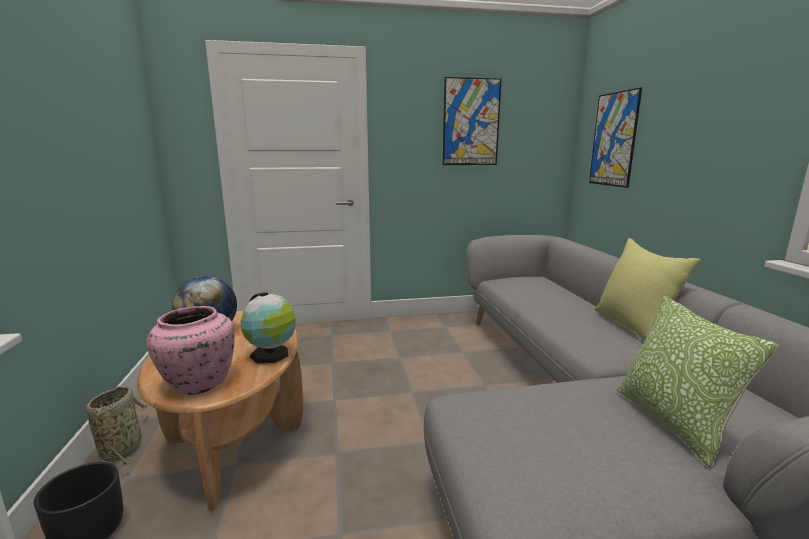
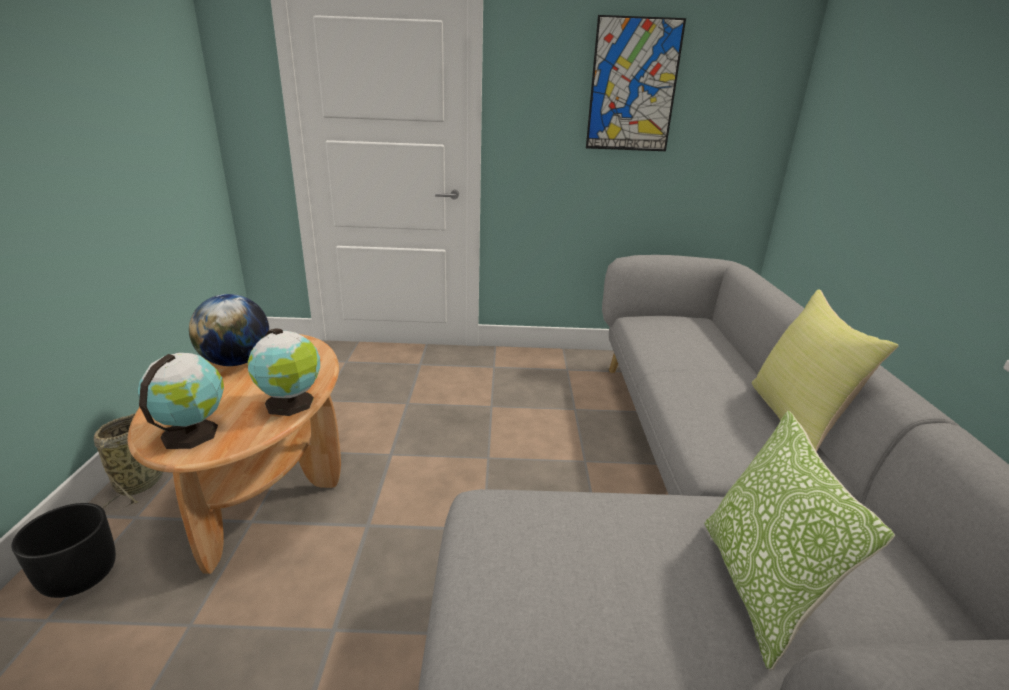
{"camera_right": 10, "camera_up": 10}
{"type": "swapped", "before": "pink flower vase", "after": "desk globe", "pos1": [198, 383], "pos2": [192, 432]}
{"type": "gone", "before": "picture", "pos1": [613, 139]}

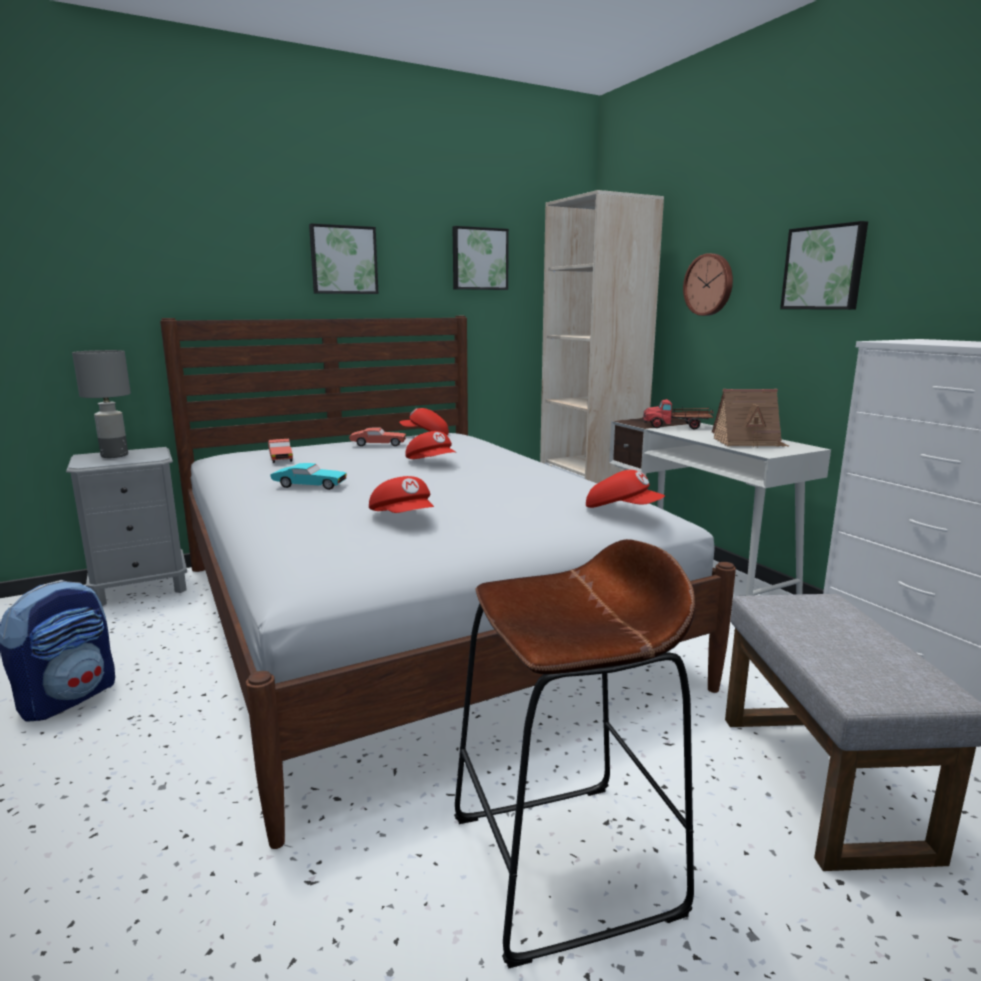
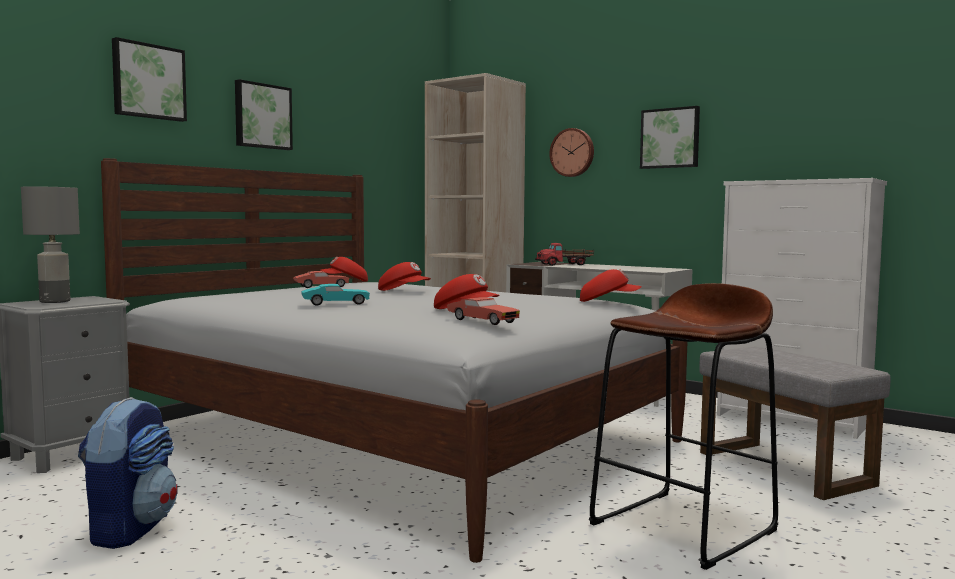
{"camera_right": -25, "camera_up": -10}
{"type": "shifted", "before": "red-coloured miniature car", "pos1": [280, 458], "pos2": [482, 321]}
{"type": "shifted", "before": "picture", "pos1": [479, 259], "pos2": [148, 81]}
{"type": "gone", "before": "toy house", "pos1": [748, 442]}

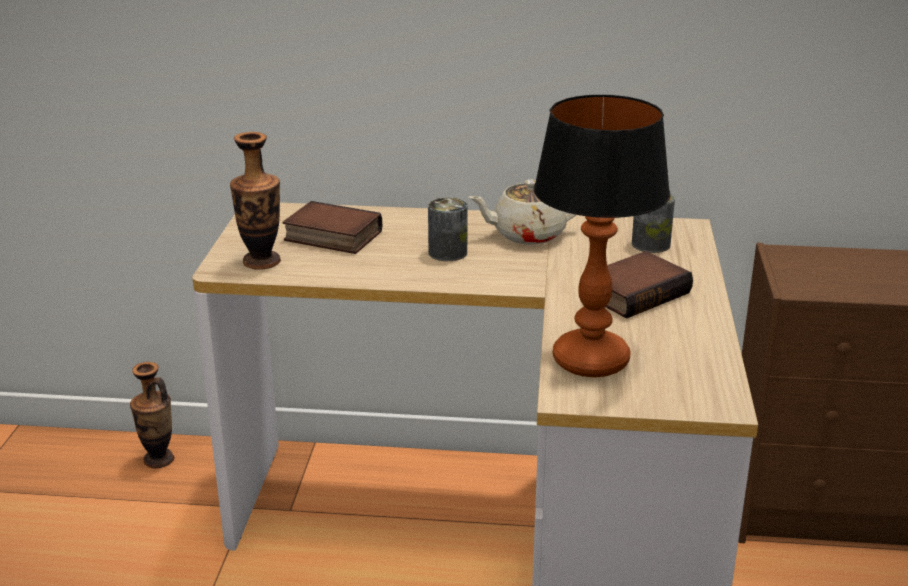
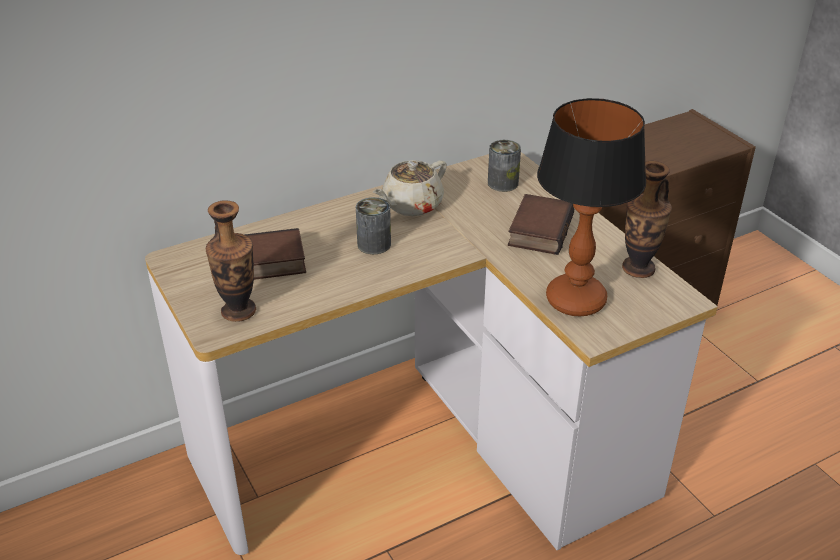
{"camera_right": -35, "camera_up": 10}
{"type": "shifted", "before": "flower vase", "pos1": [158, 459], "pos2": [638, 268]}

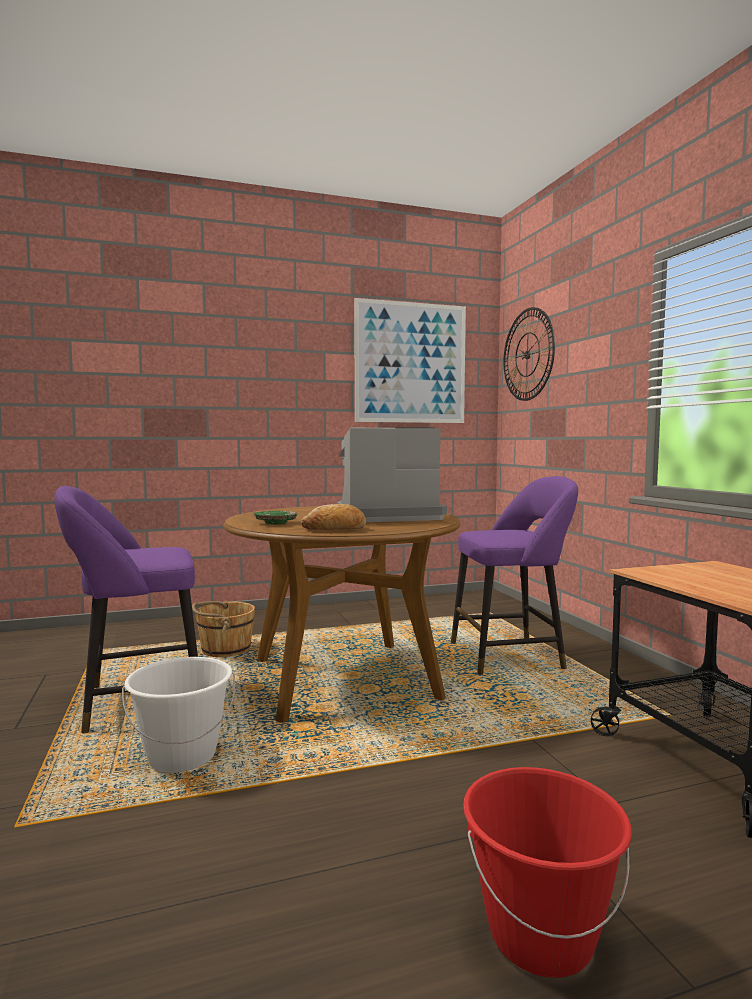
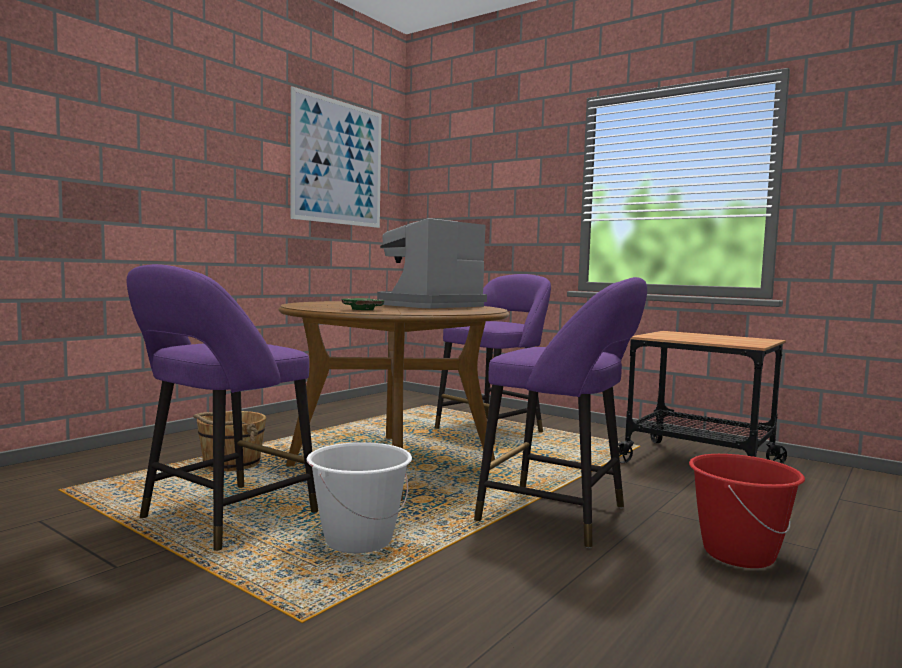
{"camera_right": -35, "camera_up": 0}
{"type": "gone", "before": "baked bread", "pos1": [335, 529]}
{"type": "gone", "before": "hanging clock", "pos1": [527, 354]}
{"type": "new", "after": "purplish stool", "pos2": [561, 516]}

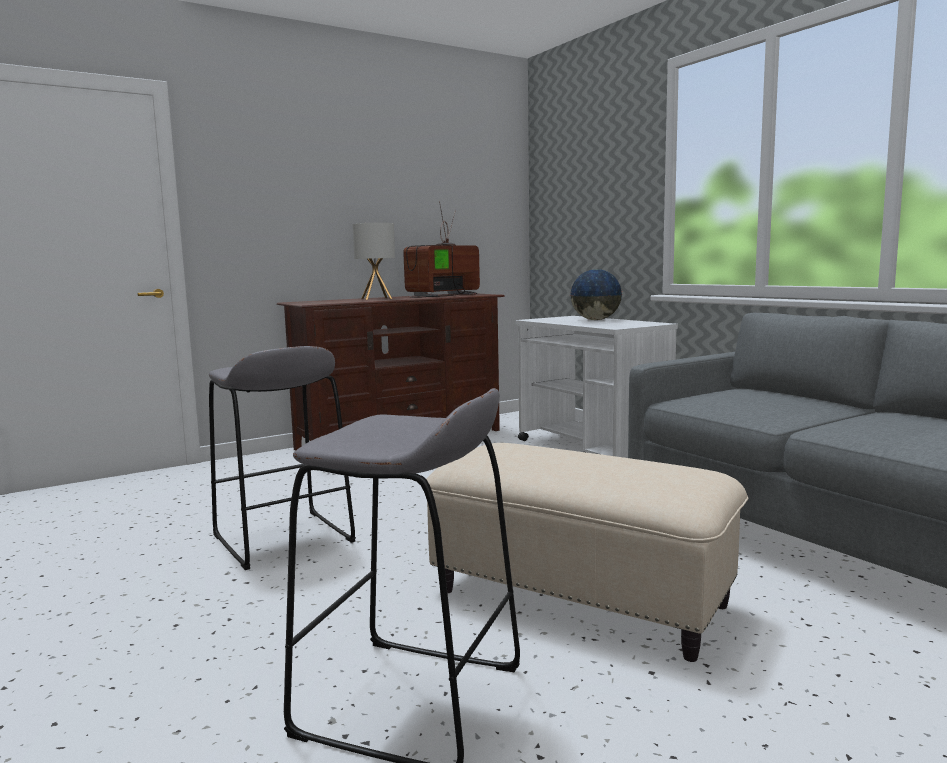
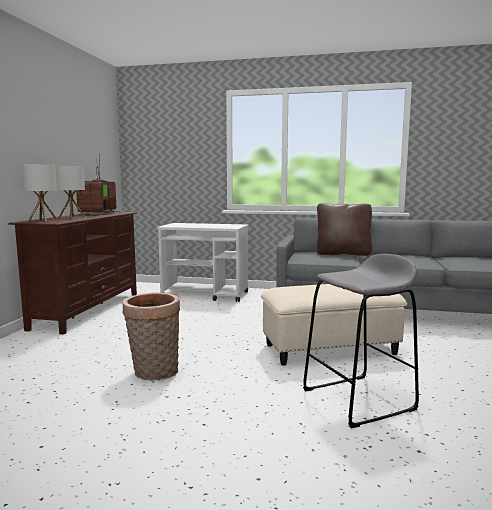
{"camera_right": -45, "camera_up": 0}
{"type": "swapped", "before": "gray stool", "after": "storage basket", "pos1": [282, 539], "pos2": [154, 373]}
{"type": "gone", "before": "desk globe", "pos1": [595, 320]}
{"type": "new", "after": "lamp for a table", "pos2": [42, 220]}
{"type": "new", "after": "brownish throw pillow", "pos2": [343, 254]}

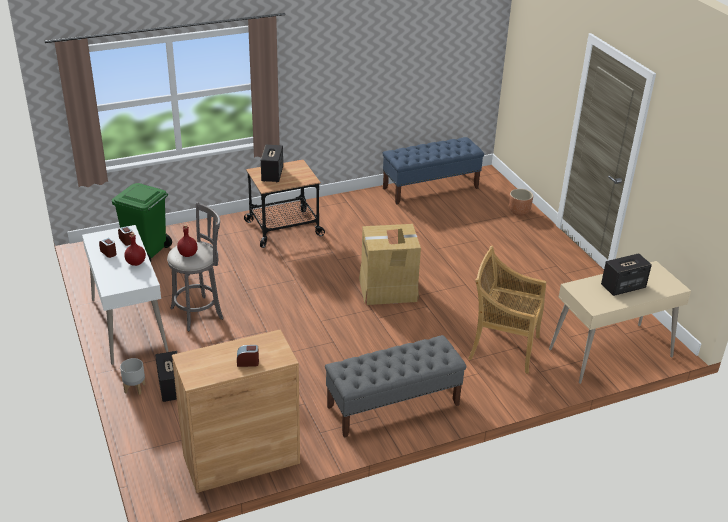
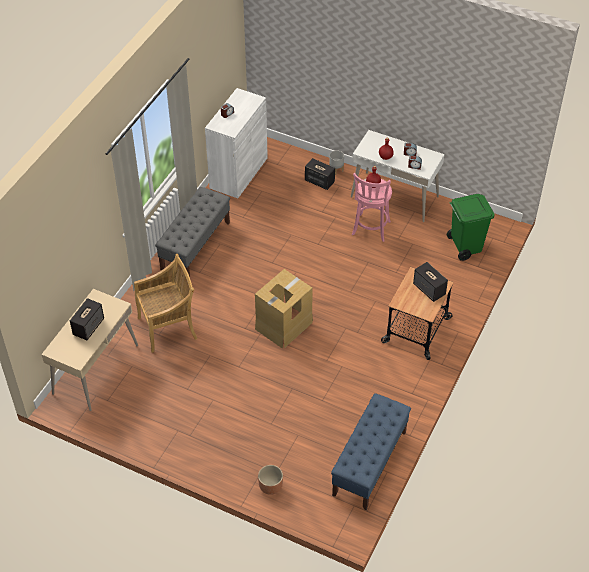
{"camera_right": 140, "camera_up": 15}
{"type": "repainted", "before": "gray stool", "after": "pink stool", "pos1": [199, 312], "pos2": [370, 230]}
{"type": "repainted", "before": "brownish cabinet", "after": "white-coloured cabinet", "pos1": [241, 459], "pos2": [238, 173]}

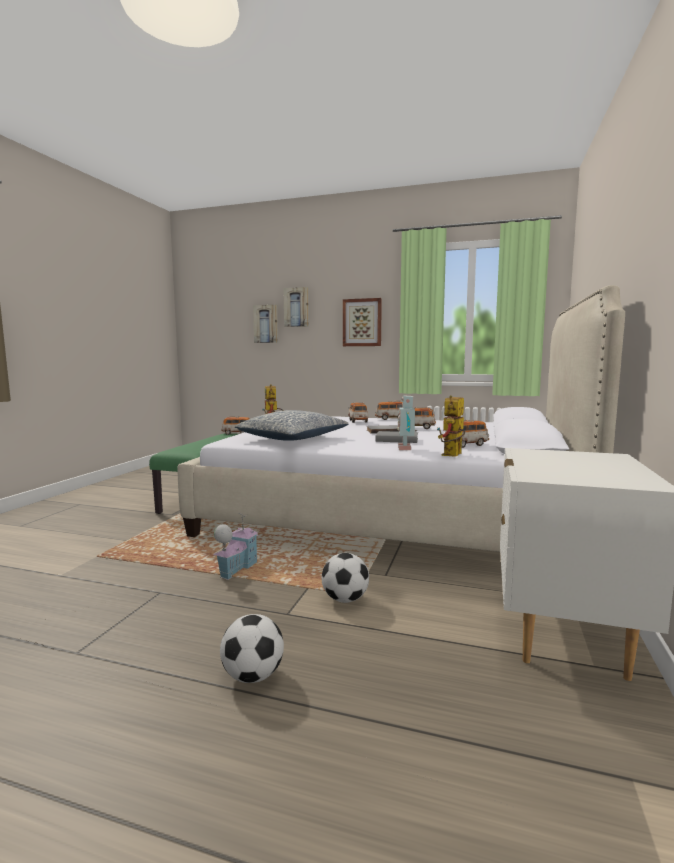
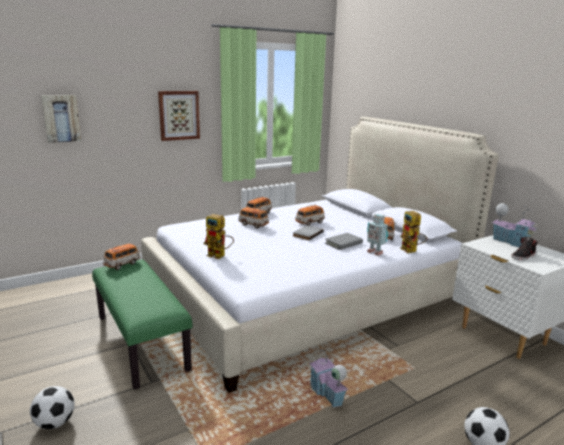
{"camera_right": -50, "camera_up": 10}
{"type": "gone", "before": "throw pillow", "pos1": [293, 439]}
{"type": "gone", "before": "picture", "pos1": [296, 307]}
{"type": "shifted", "before": "football", "pos1": [345, 599], "pos2": [55, 423]}
{"type": "new", "after": "toy house", "pos2": [511, 242]}
{"type": "new", "after": "blackish low shoe", "pos2": [523, 256]}

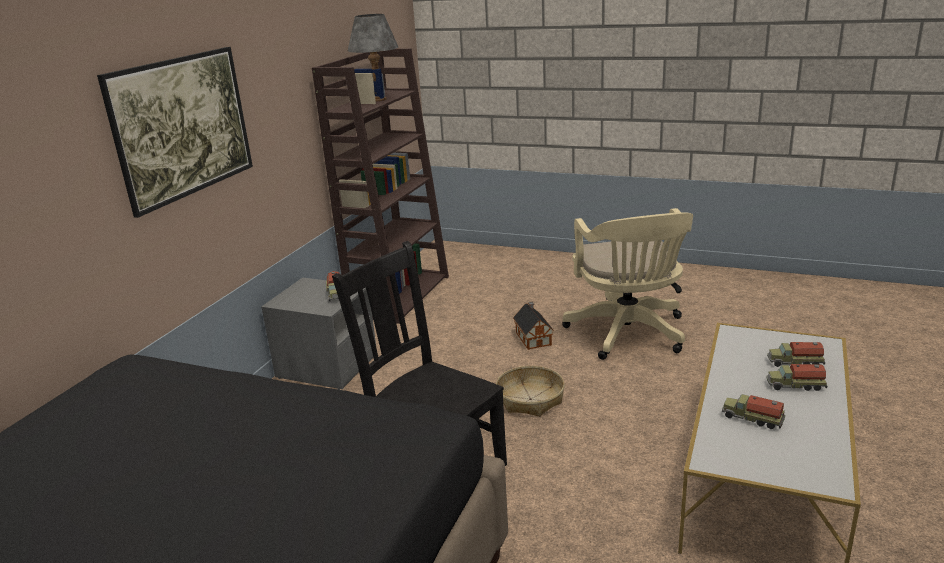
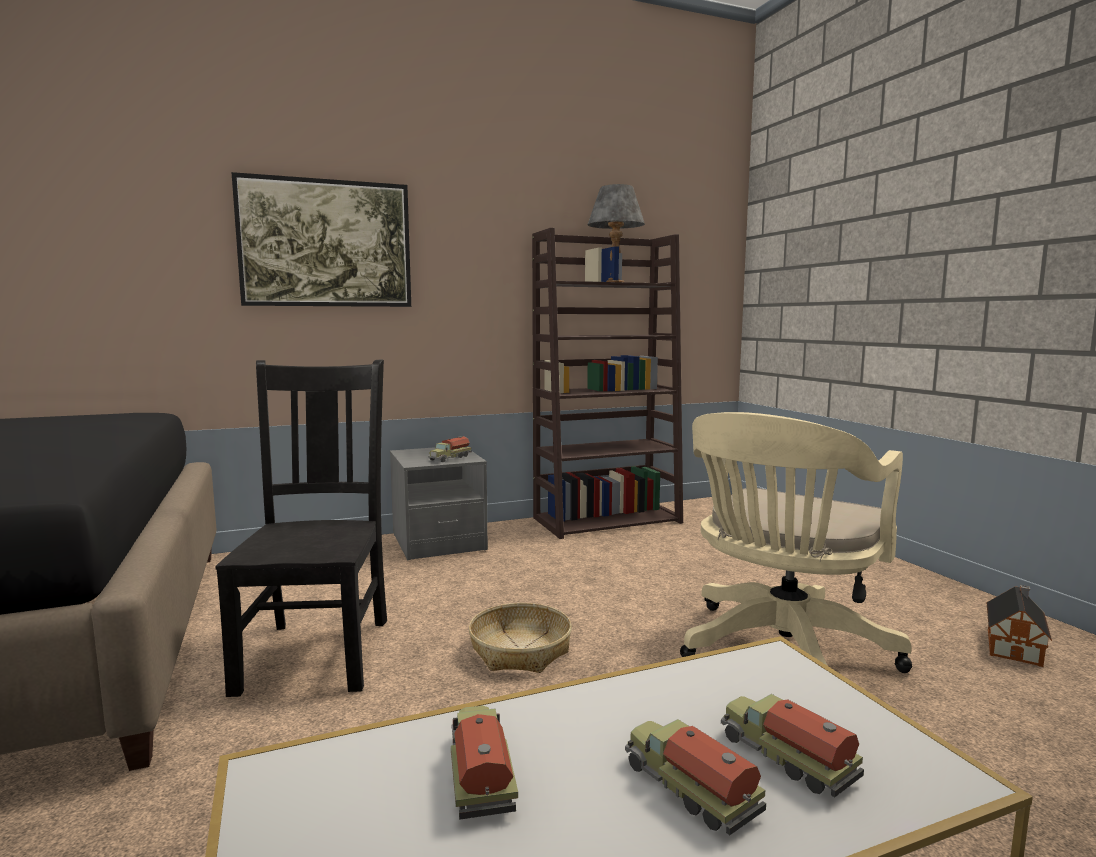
{"camera_right": 45, "camera_up": -15}
{"type": "shifted", "before": "toy house", "pos1": [533, 338], "pos2": [1014, 646]}

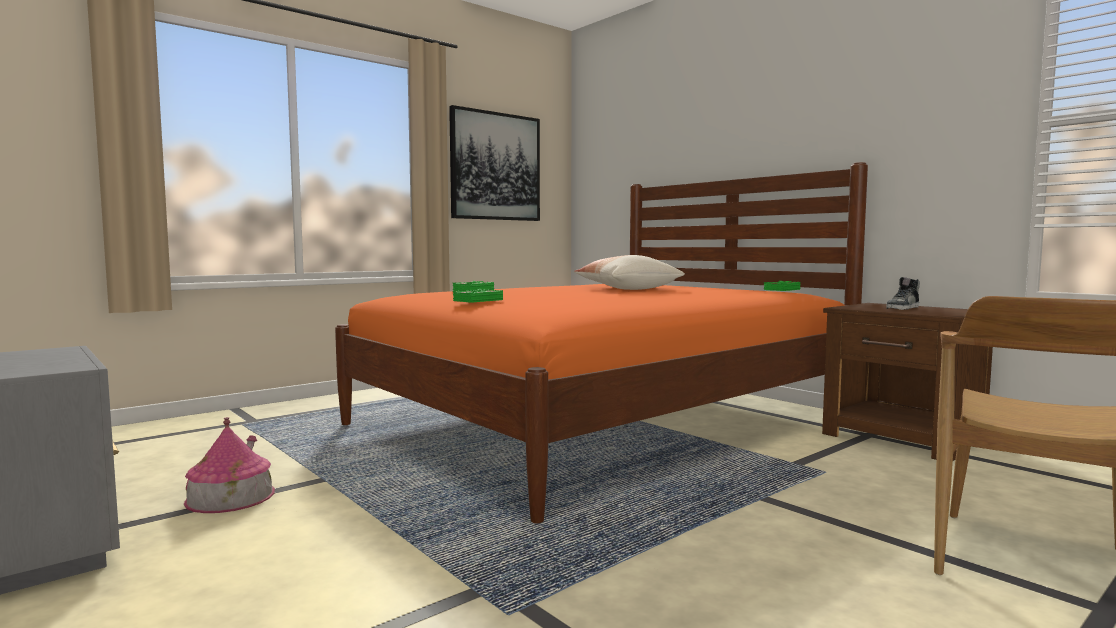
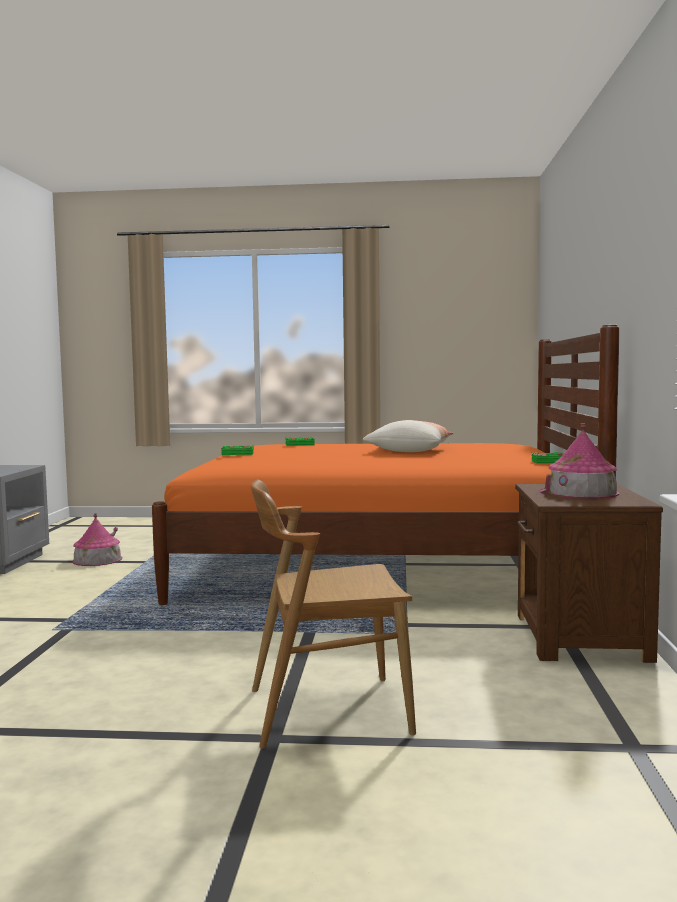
{"camera_right": 45, "camera_up": 0}
{"type": "gone", "before": "picture", "pos1": [495, 166]}
{"type": "swapped", "before": "low shoe", "after": "toy house", "pos1": [902, 308], "pos2": [581, 492]}

